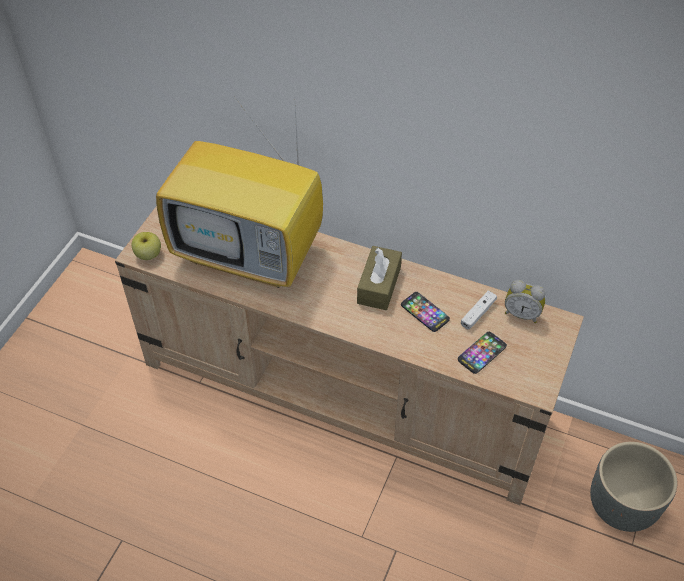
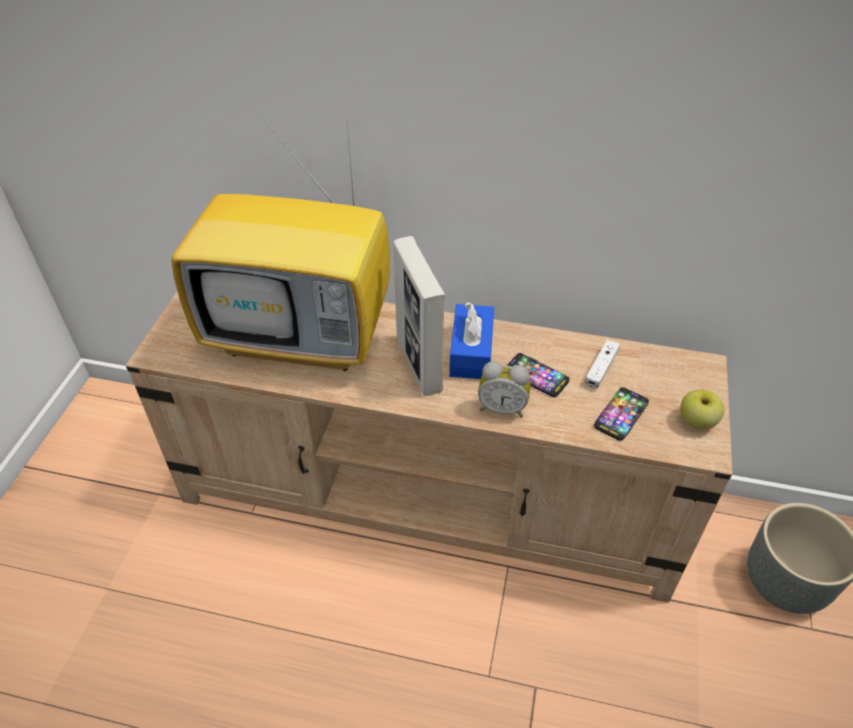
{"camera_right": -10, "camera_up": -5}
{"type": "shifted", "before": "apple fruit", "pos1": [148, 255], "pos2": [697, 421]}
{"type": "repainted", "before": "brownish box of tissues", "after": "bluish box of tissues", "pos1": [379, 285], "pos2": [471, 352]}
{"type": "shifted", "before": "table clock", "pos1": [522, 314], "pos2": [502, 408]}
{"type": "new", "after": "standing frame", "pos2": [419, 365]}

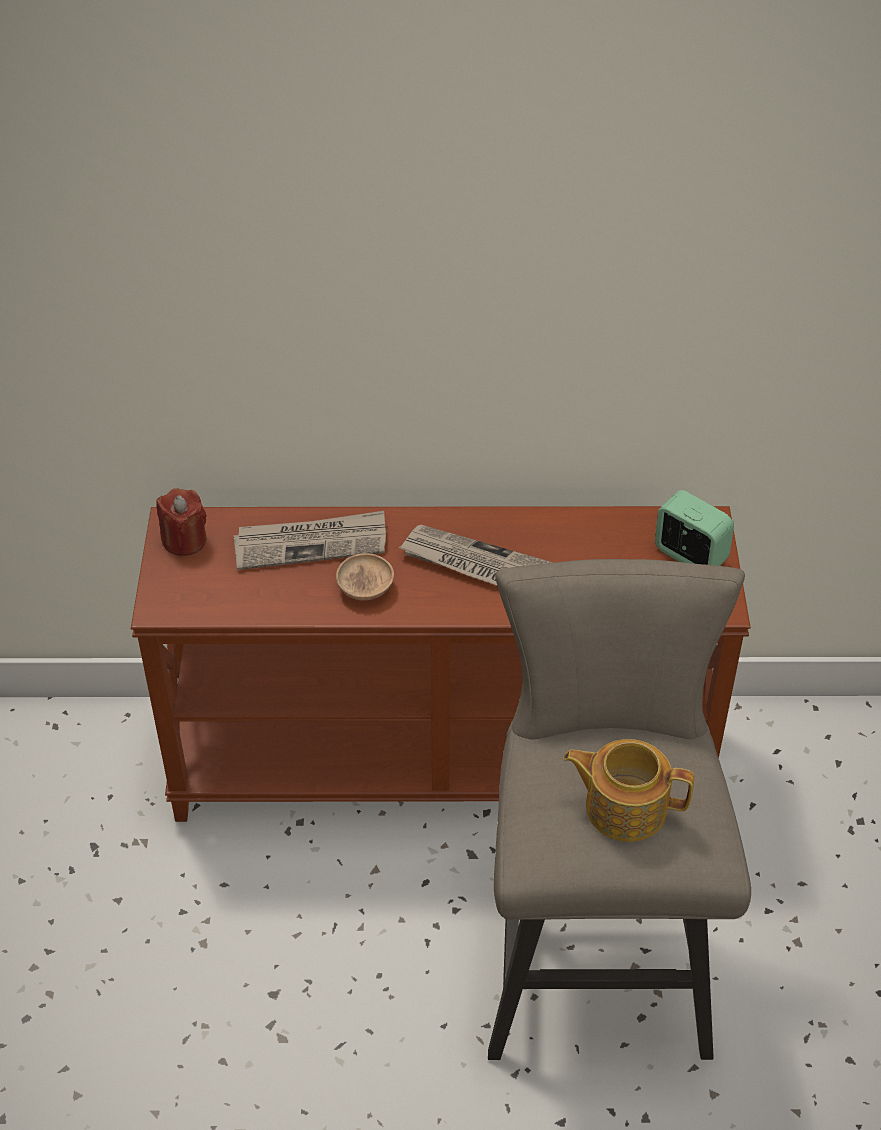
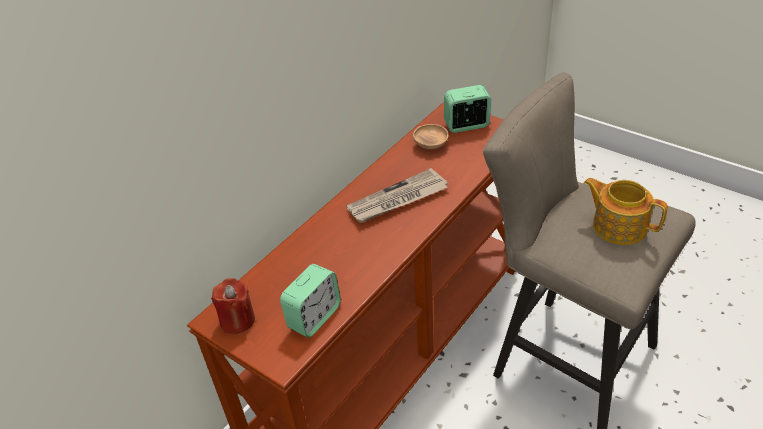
{"camera_right": -50, "camera_up": -5}
{"type": "gone", "before": "printed paper", "pos1": [311, 543]}
{"type": "shifted", "before": "brownish deep dish", "pos1": [365, 588], "pos2": [431, 144]}
{"type": "rotated", "before": "teapot", "pos1": [624, 806], "pos2": [618, 226], "turn": 75}
{"type": "new", "after": "table clock", "pos2": [314, 317]}

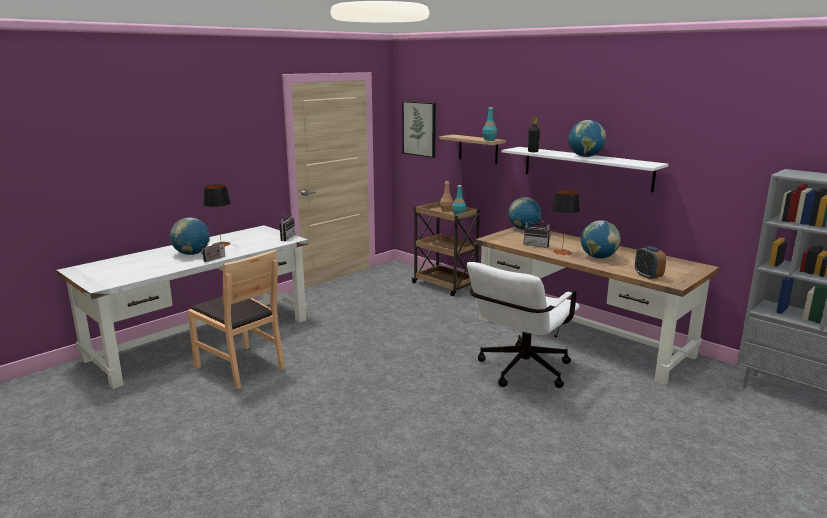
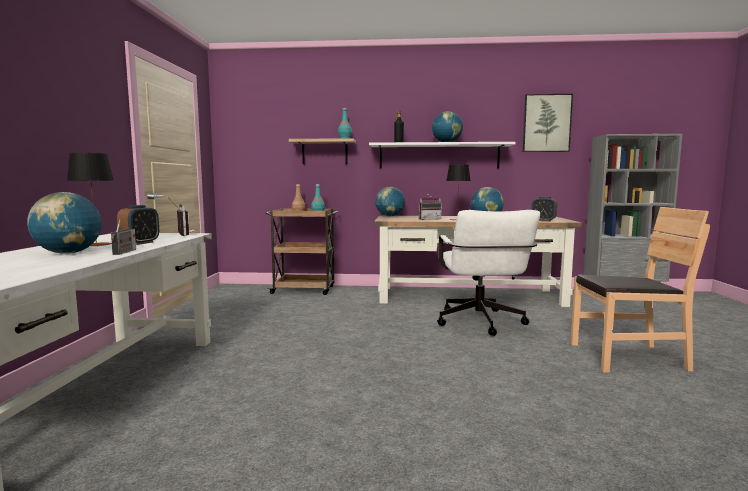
{"camera_right": -40, "camera_up": -10}
{"type": "shifted", "before": "brownish plain chair", "pos1": [240, 367], "pos2": [627, 357]}
{"type": "shifted", "before": "picture", "pos1": [419, 128], "pos2": [546, 123]}
{"type": "new", "after": "table clock", "pos2": [140, 243]}

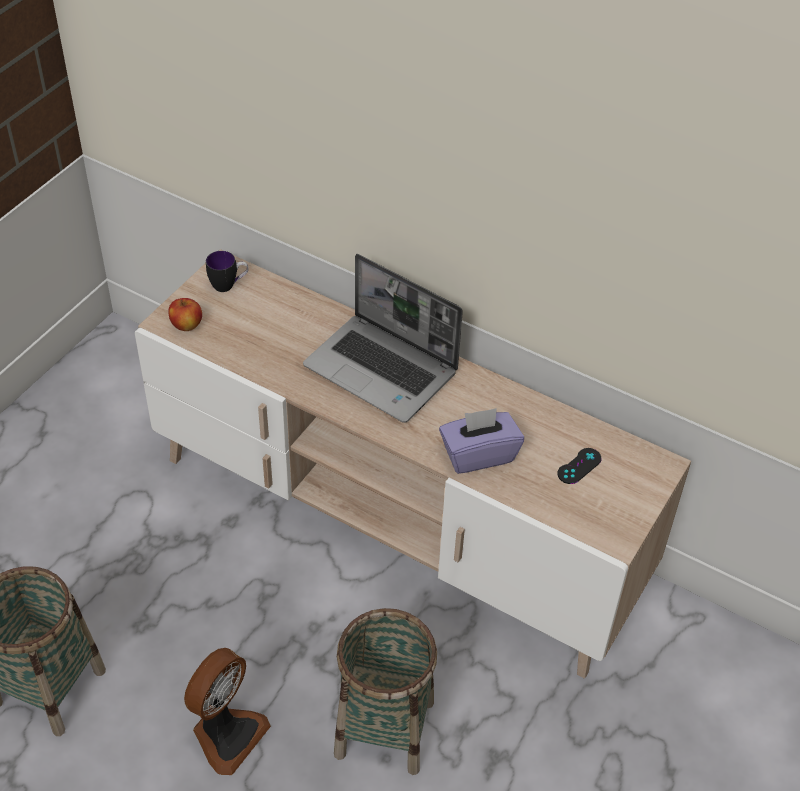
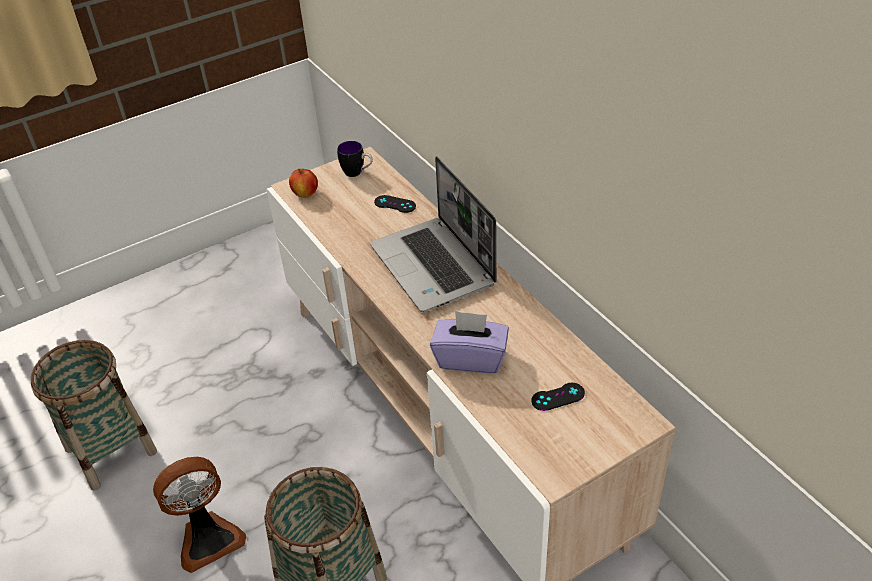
{"camera_right": 30, "camera_up": -5}
{"type": "new", "after": "blackish game controller", "pos2": [395, 204]}

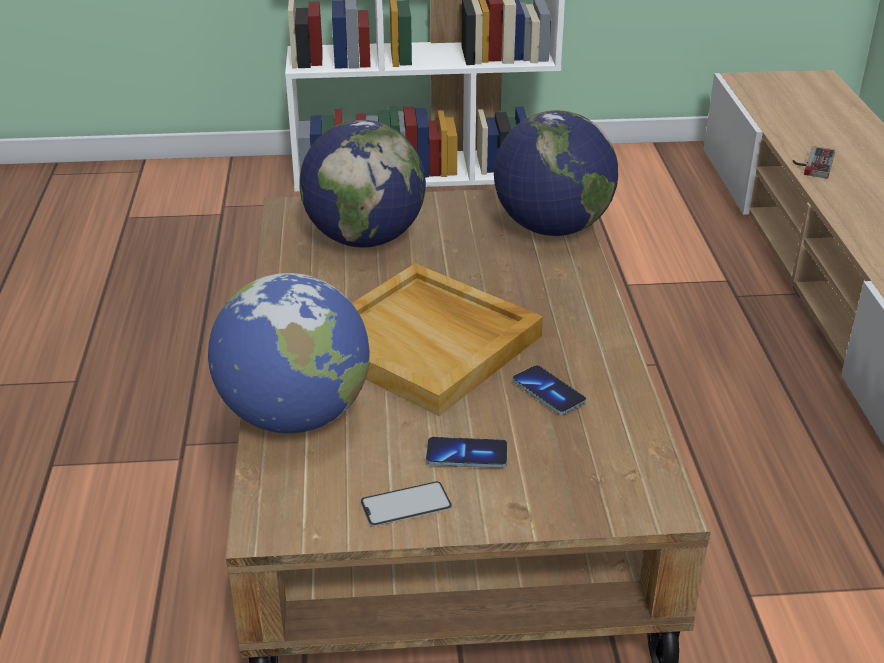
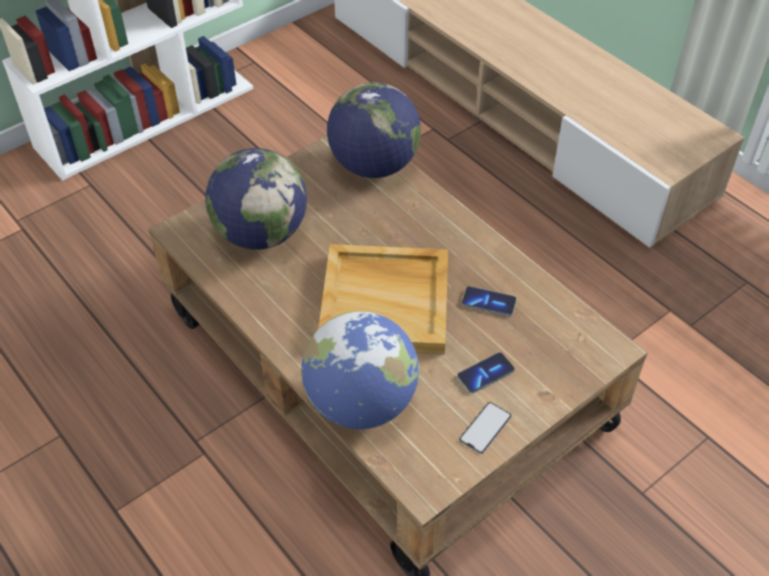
{"camera_right": -35, "camera_up": 15}
{"type": "gone", "before": "game controller", "pos1": [812, 163]}

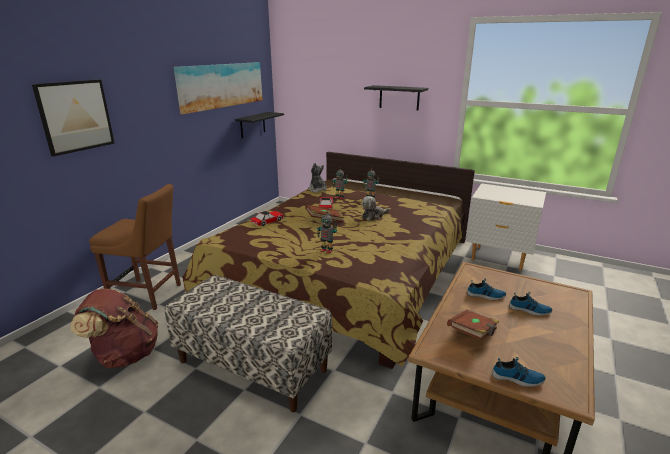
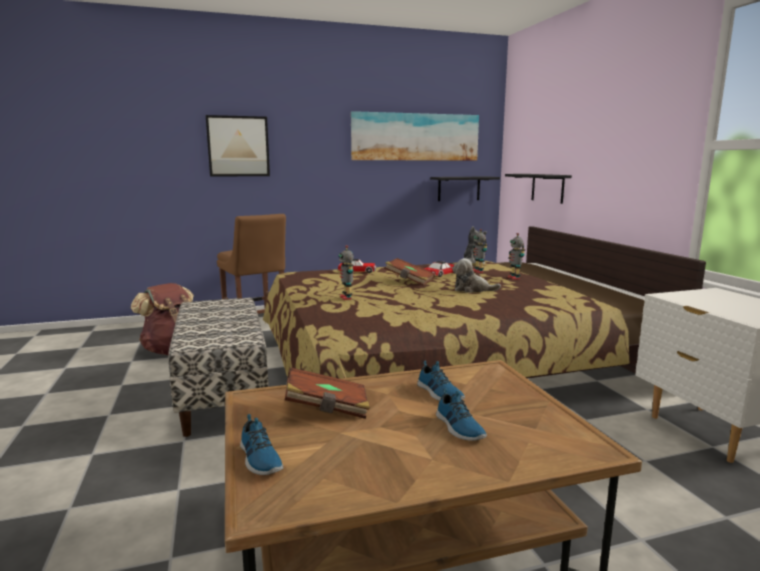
{"camera_right": 45, "camera_up": -10}
{"type": "shifted", "before": "blackish bracket shelf", "pos1": [399, 97], "pos2": [547, 188]}

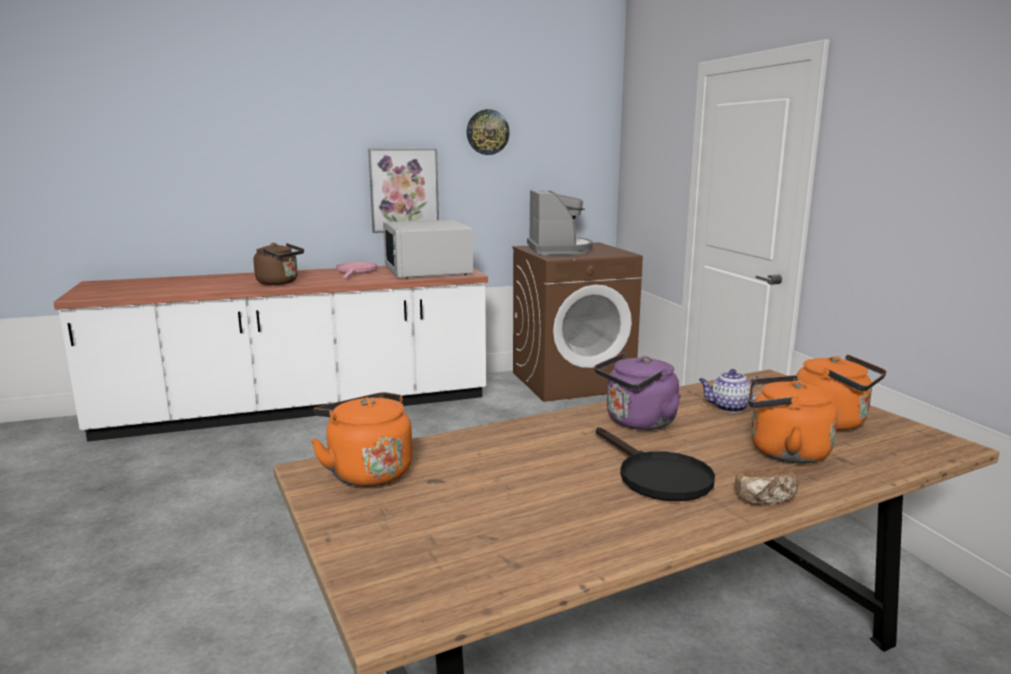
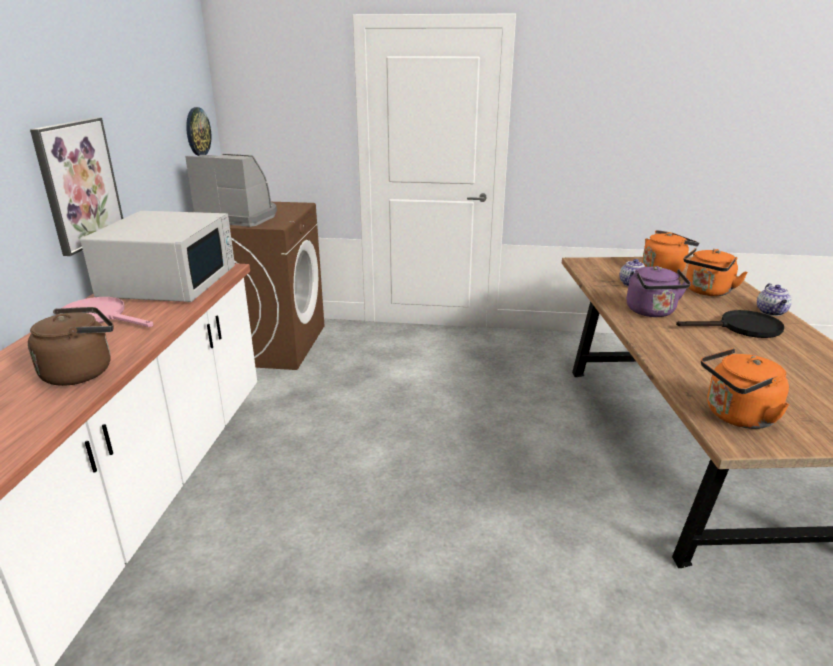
{"camera_right": -65, "camera_up": 10}
{"type": "rotated", "before": "white-coloured microwave", "pos1": [427, 270], "pos2": [170, 282], "turn": -90}
{"type": "shifted", "before": "hanging clock", "pos1": [487, 132], "pos2": [197, 132]}
{"type": "swapped", "before": "baked bread", "after": "teapot", "pos1": [765, 499], "pos2": [771, 312]}

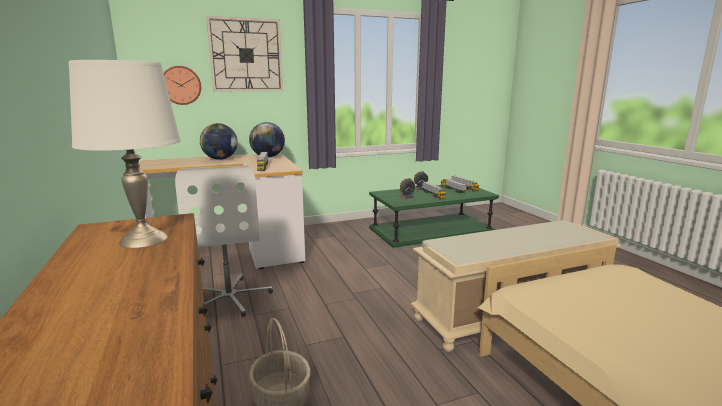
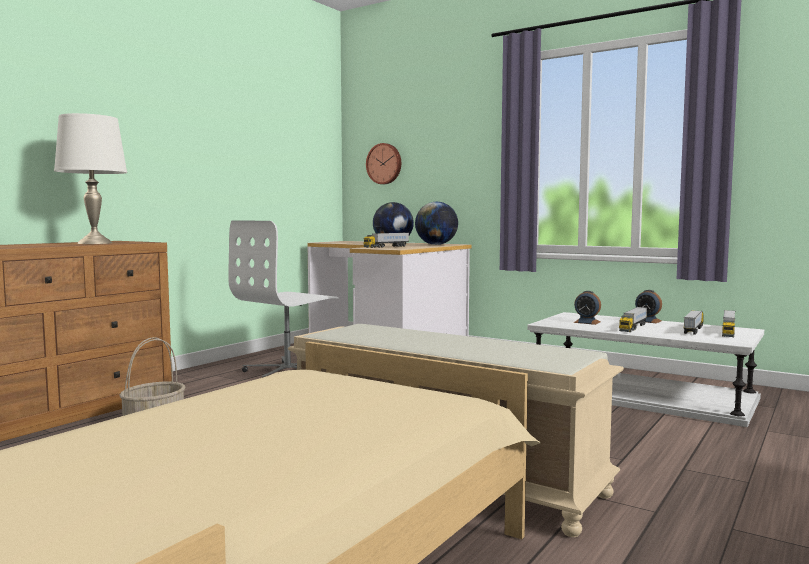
{"camera_right": 55, "camera_up": -10}
{"type": "gone", "before": "hanging clock", "pos1": [246, 55]}
{"type": "repainted", "before": "greenish low table", "after": "white-coloured low table", "pos1": [431, 230], "pos2": [642, 395]}

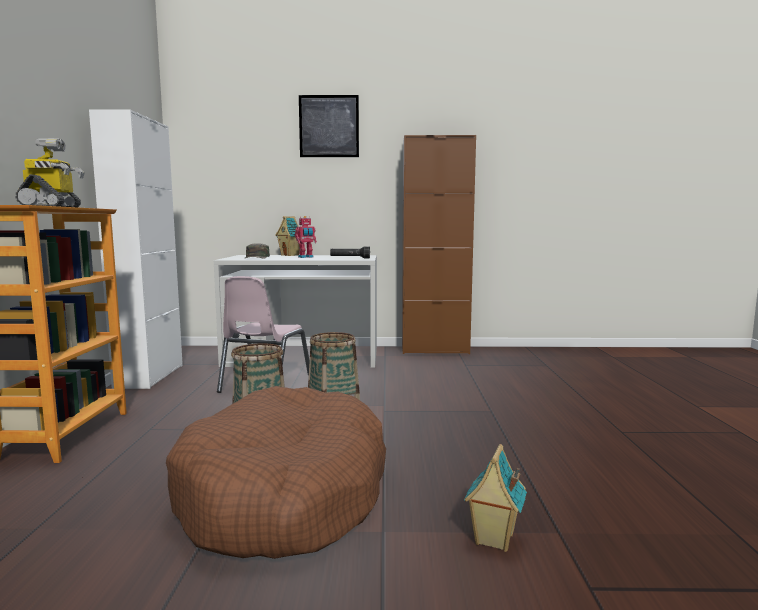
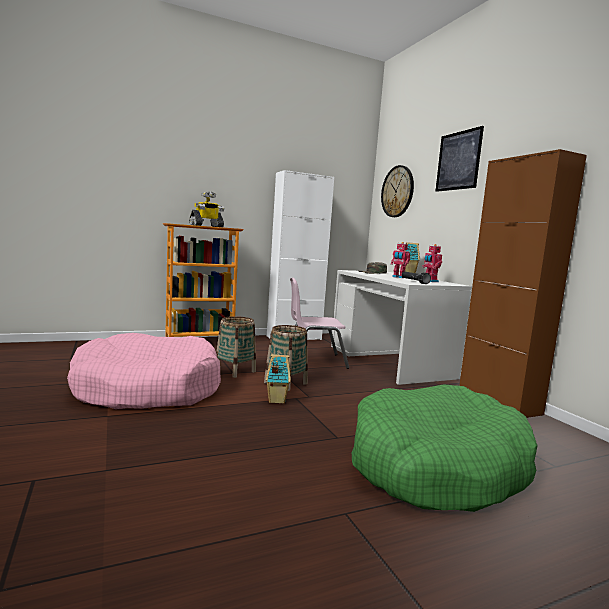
{"camera_right": 65, "camera_up": 0}
{"type": "repainted", "before": "brownish pet bed", "after": "pink pet bed", "pos1": [285, 494], "pos2": [147, 389]}
{"type": "shifted", "before": "toy house", "pos1": [493, 540], "pos2": [276, 400]}
{"type": "new", "after": "greenish pet bed", "pos2": [436, 466]}
{"type": "new", "after": "hanging clock", "pos2": [397, 191]}
{"type": "new", "after": "toy robot", "pos2": [430, 281]}

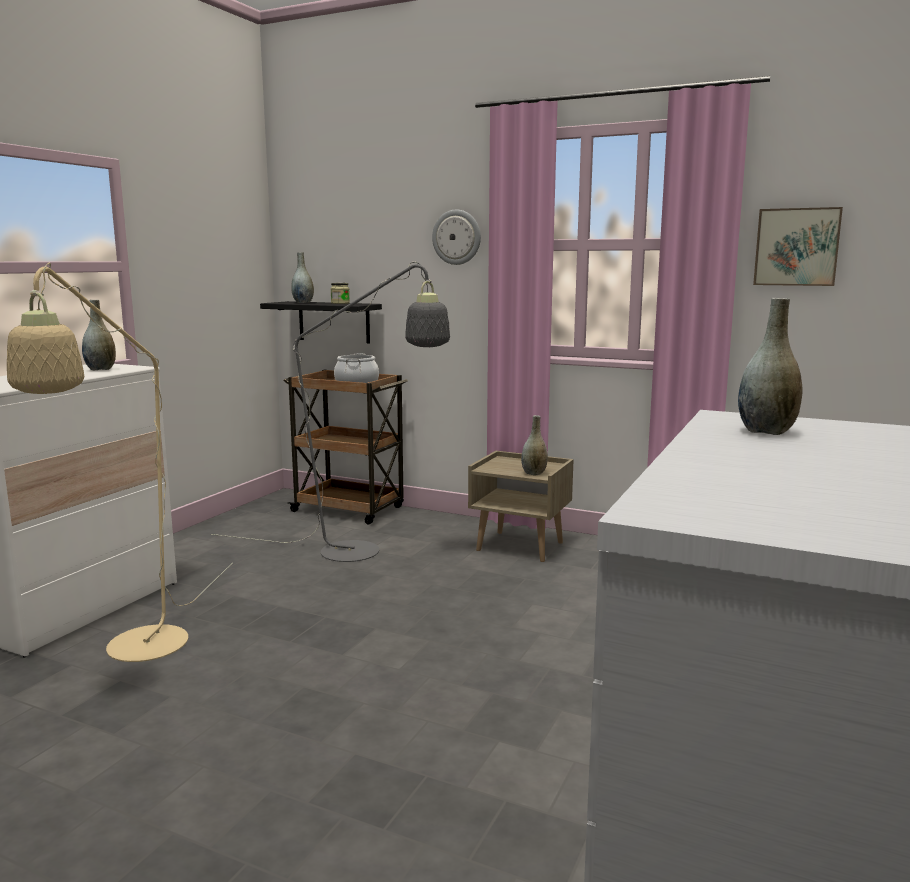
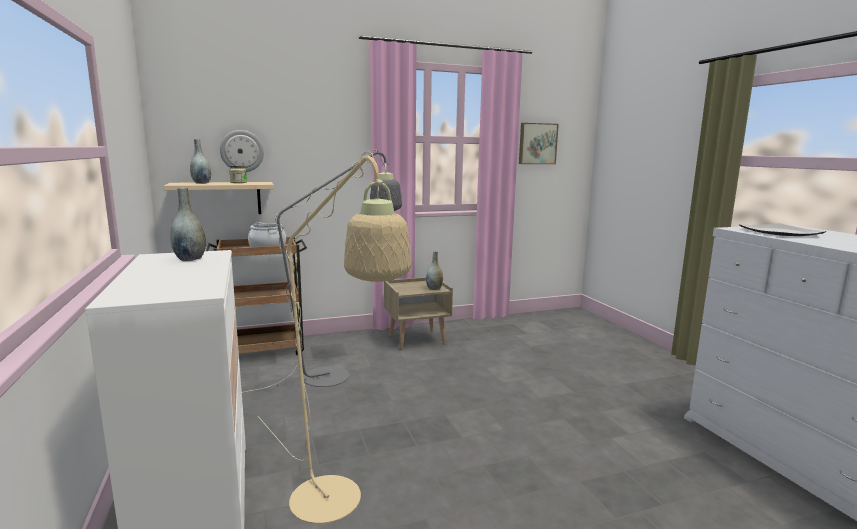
{"camera_right": -45, "camera_up": 0}
{"type": "repainted", "before": "blackish bracket shelf", "after": "sand-coloured bracket shelf", "pos1": [334, 322], "pos2": [223, 198]}
{"type": "shifted", "before": "hanging clock", "pos1": [457, 237], "pos2": [242, 151]}
{"type": "swapped", "before": "gray flower vase", "after": "dinner plate", "pos1": [766, 431], "pos2": [780, 232]}

